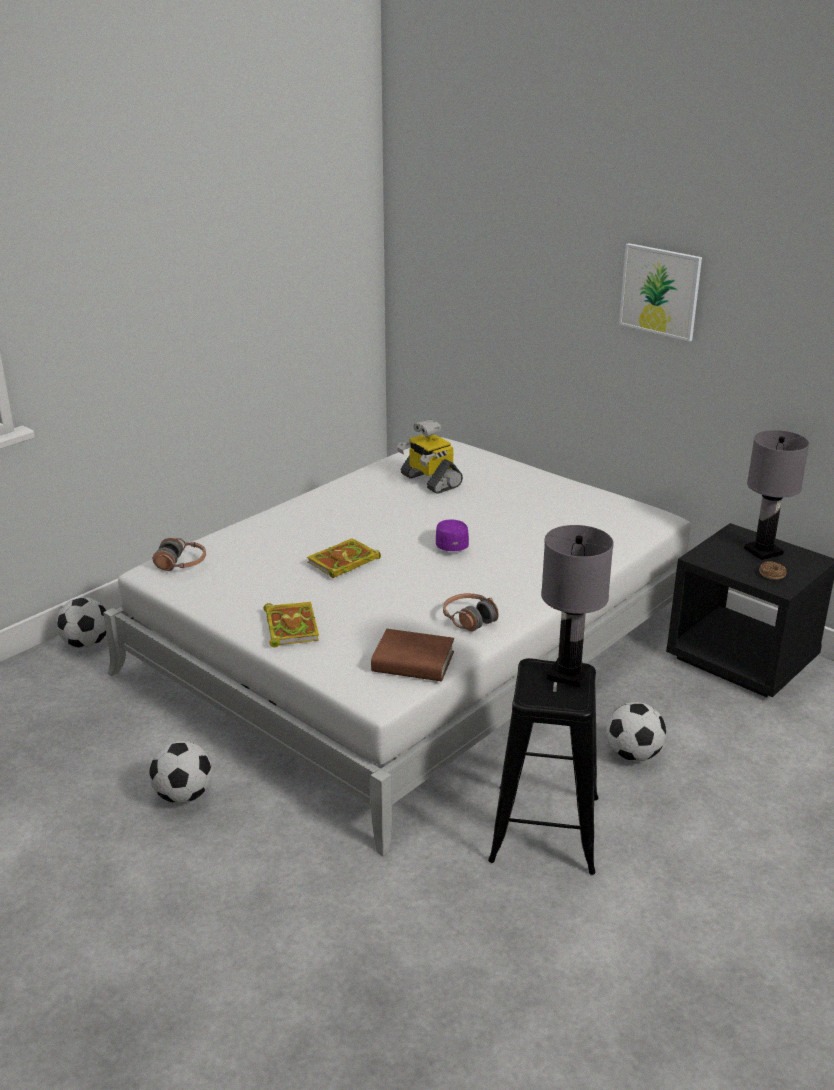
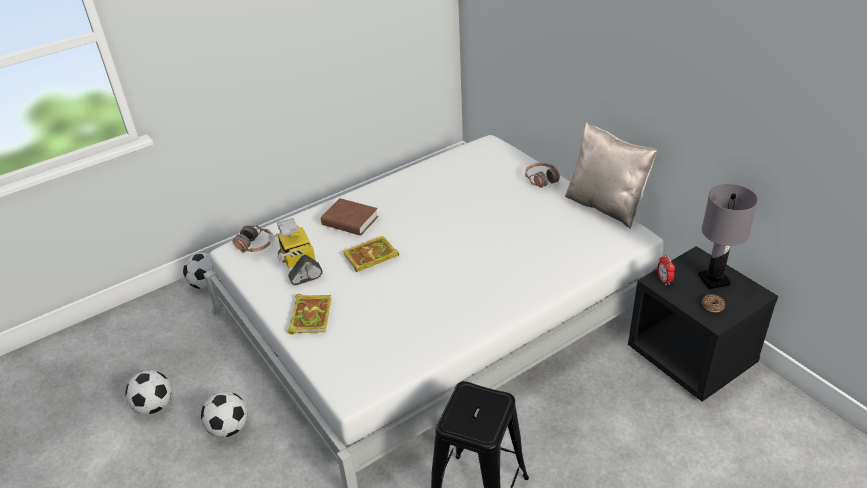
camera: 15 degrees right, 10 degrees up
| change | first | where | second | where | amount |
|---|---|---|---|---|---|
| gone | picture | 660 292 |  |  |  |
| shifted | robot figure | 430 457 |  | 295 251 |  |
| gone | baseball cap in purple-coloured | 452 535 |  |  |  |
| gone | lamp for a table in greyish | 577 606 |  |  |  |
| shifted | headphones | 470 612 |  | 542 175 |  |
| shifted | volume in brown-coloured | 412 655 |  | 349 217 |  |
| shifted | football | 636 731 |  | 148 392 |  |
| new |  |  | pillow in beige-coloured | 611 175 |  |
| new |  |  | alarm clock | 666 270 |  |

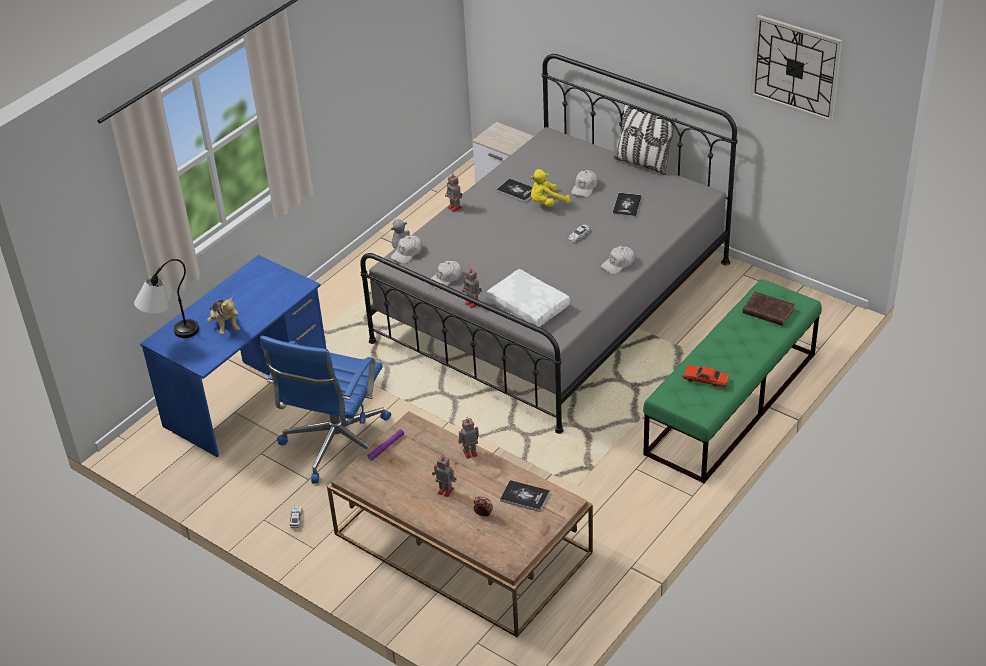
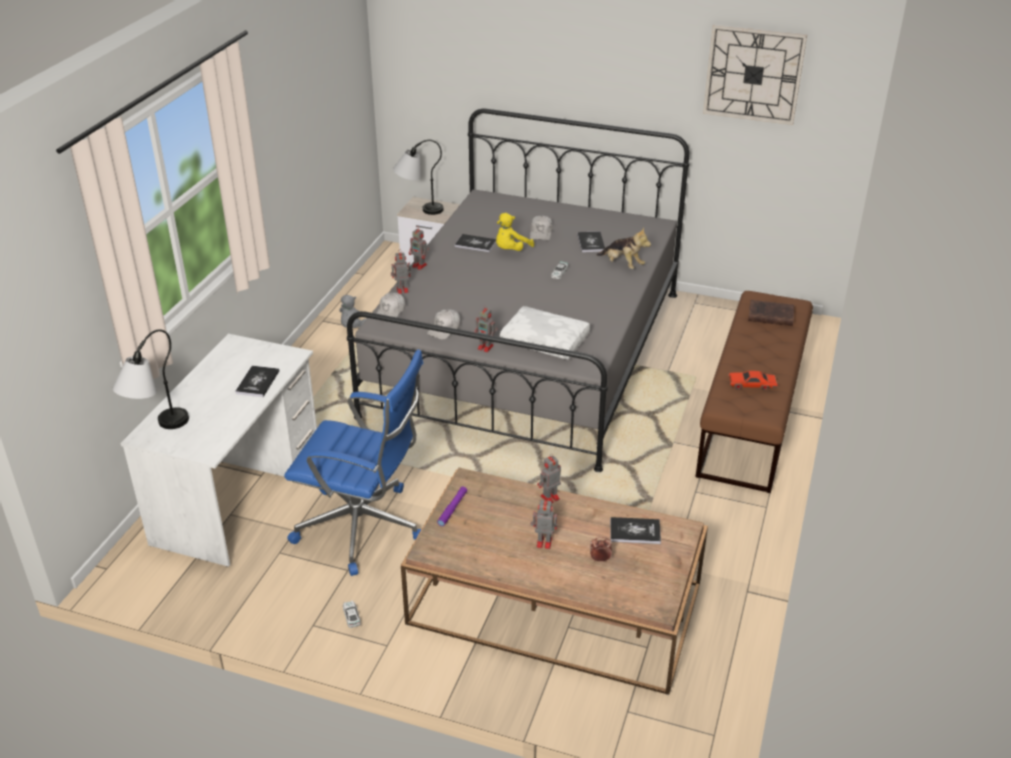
camera: 20 degrees left, 5 degrees down
| change | first | where | second | where | amount |
|---|---|---|---|---|---|
| gone | pillow | 645 138 |  |  |  |
| gone | baseball cap in white-coloured | 618 260 |  |  |  |
| repainted | desk table in bluish | 233 356 | desk table in white-coloured | 218 450 |  |
| repainted | bench in greenish | 732 381 | bench in brown-coloured | 754 392 |  |
| shifted | plush toy | 223 315 |  | 624 248 |  |
| rotated | desk chair in bluish | 325 409 |  | 353 463 | 75 degrees counterclockwise |
| new |  |  | lamp for a table | 418 177 |  |
| new |  |  | robot figure | 401 271 |  |
| new |  |  | volume | 257 381 |  |

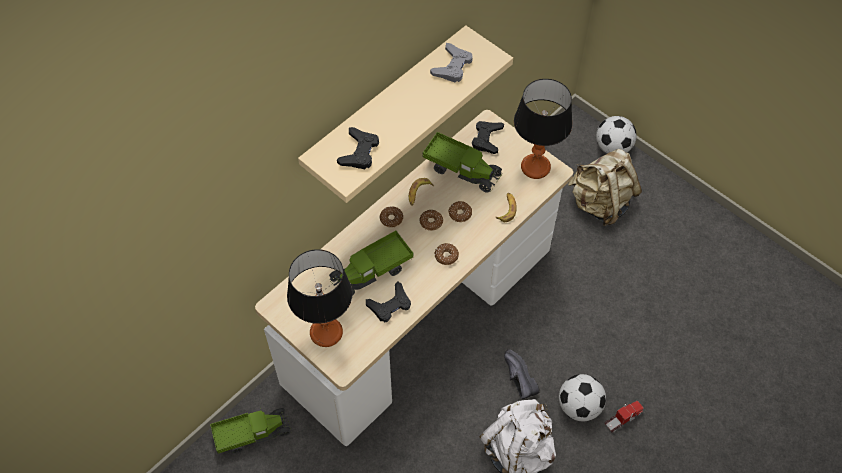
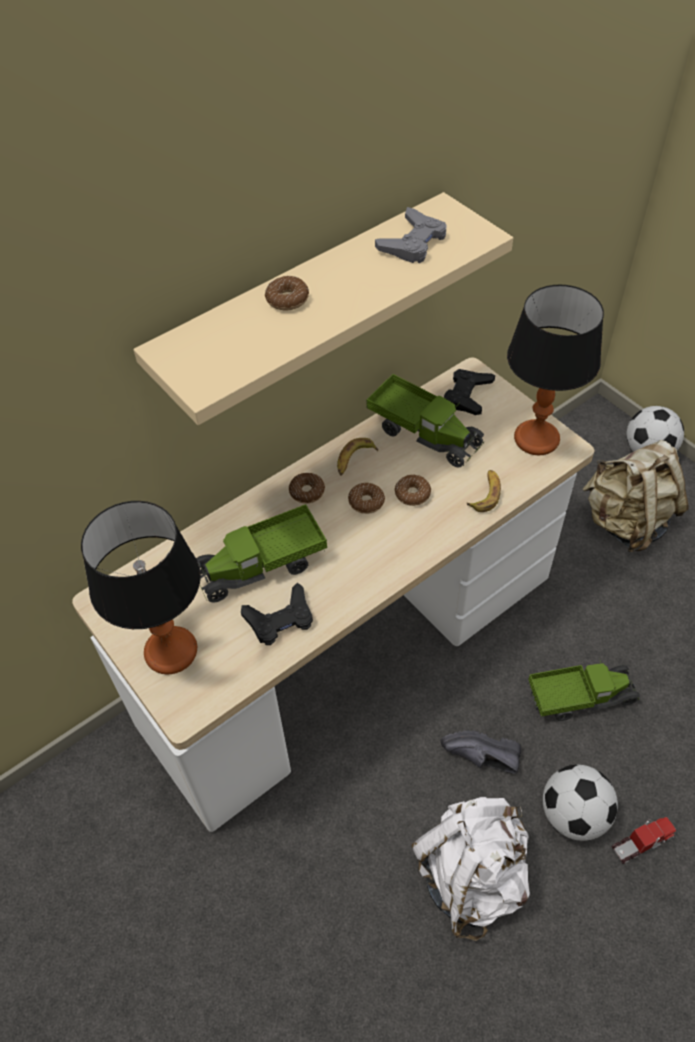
camera: 10 degrees right, 5 degrees down
| change | first | where | second | where | amount |
|---|---|---|---|---|---|
| gone | game controller in black | 358 148 |  |  |  |
| shifted | donut | 447 254 |  | 287 293 |  |
| rotated | shoe in black | 522 374 |  | 481 752 | 60 degrees counterclockwise |
| shifted | toy truck | 250 431 |  | 584 689 |  |

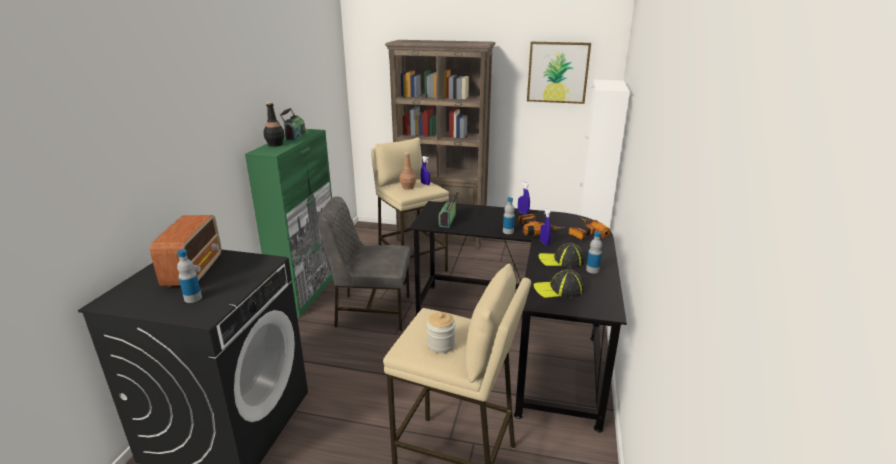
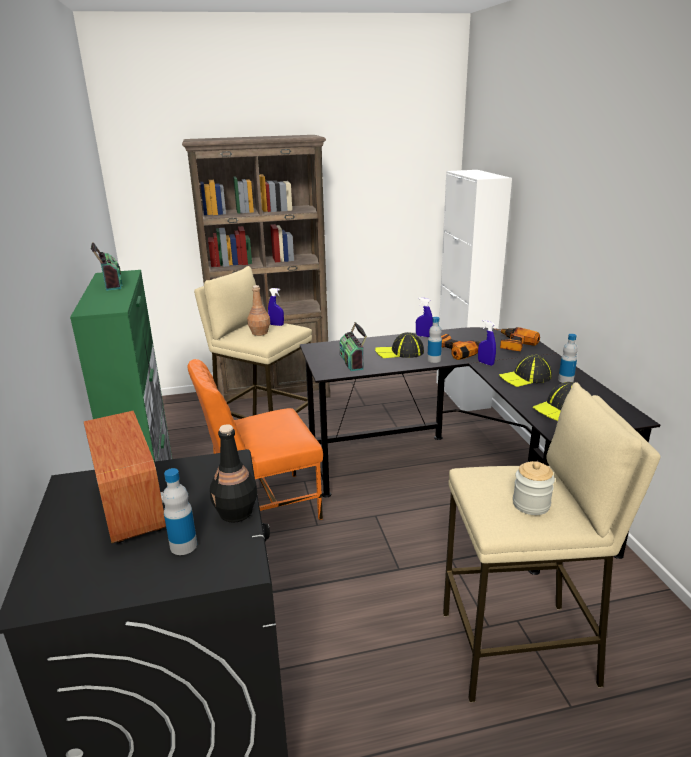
camera: 25 degrees left, 0 degrees up
| change | first | where | second | where | amount |
|---|---|---|---|---|---|
| gone | picture | 559 73 |  |  |  |
| shifted | bottle in black | 274 124 |  | 233 473 |  |
| repainted | chair in greyish | 364 263 | chair in orangey | 255 439 |  |
| new |  |  | baseball cap | 399 345 |  |

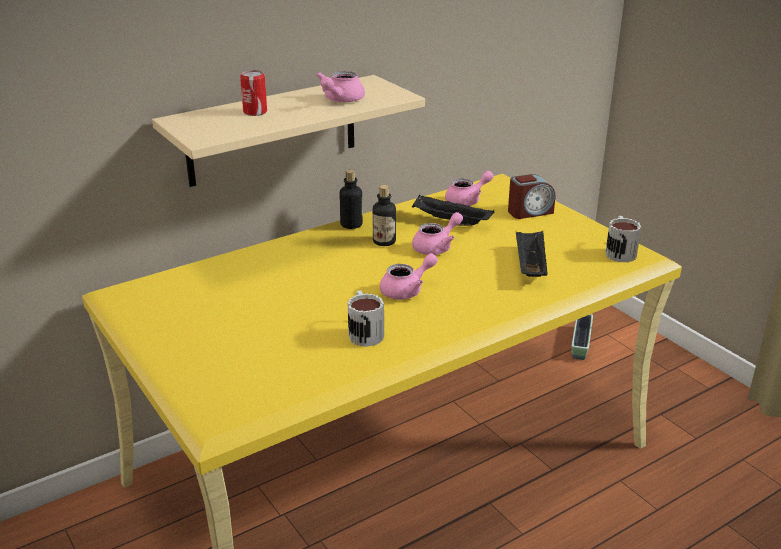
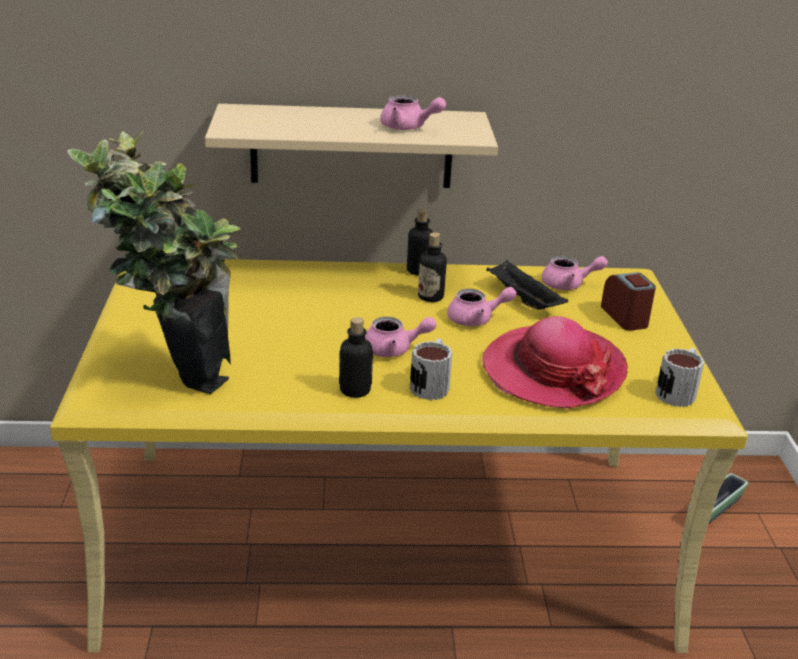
camera: 30 degrees right, 0 degrees up
| change | first | where | second | where | amount |
|---|---|---|---|---|---|
| gone | sealed can | 253 93 |  |  |  |
| rotated | pot for tea in pinkish | 340 86 |  | 413 112 | 120 degrees counterclockwise |
| rotated | alarm clock | 531 196 |  | 628 301 | 120 degrees counterclockwise |
| swapped | tray in black | 532 254 | hat | 555 362 |  |
| shifted | tea mug | 366 319 |  | 431 369 |  |
| new |  |  | potted plant | 154 262 |  |
| new |  |  | bottle | 356 357 |  |

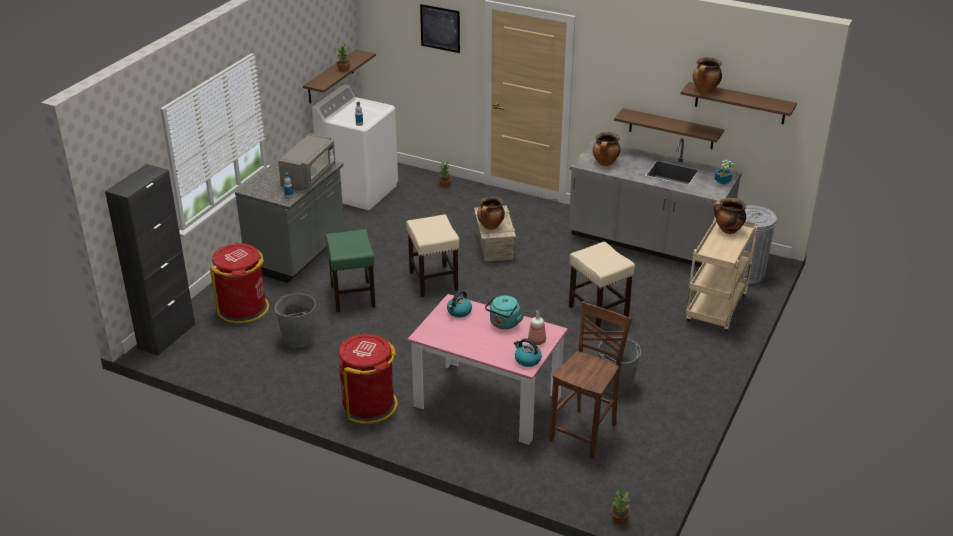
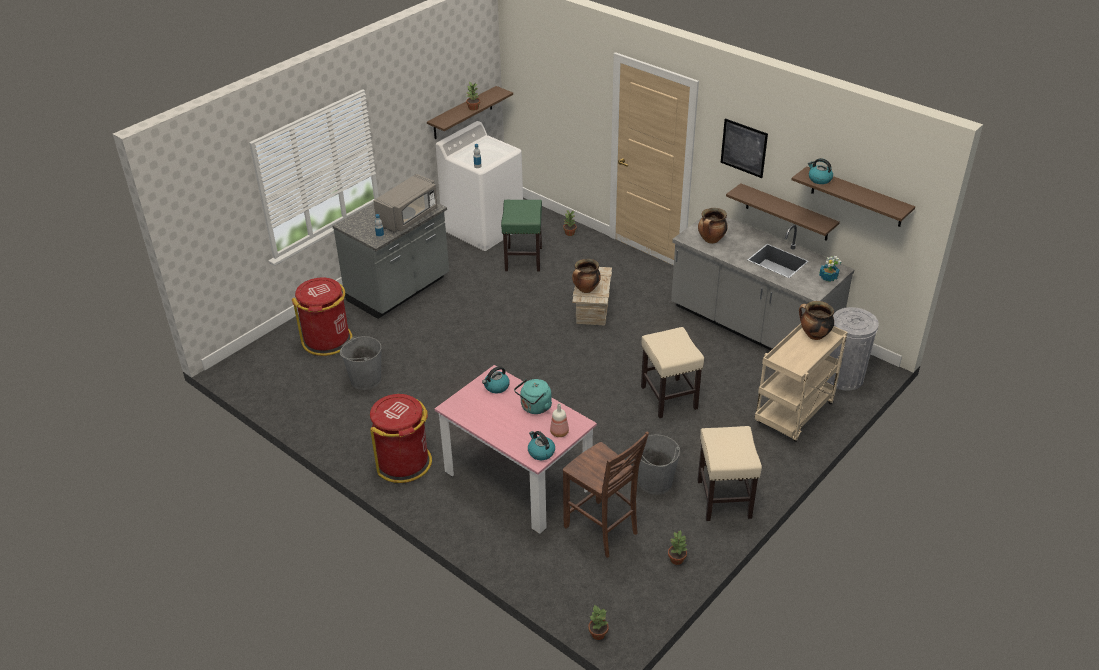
camera: 15 degrees right, 5 degrees up
| change | first | where | second | where | amount |
|---|---|---|---|---|---|
| shifted | picture | 440 28 |  | 744 148 |  |
| swapped | cooking pot | 707 75 | tea kettle | 820 171 |  |
| gone | cupboard in black | 150 260 |  |  |  |
| shifted | stool seat in beige-coloured | 432 256 |  | 729 473 |  |
| shifted | stool seat in greenish | 350 270 |  | 521 235 |  |
| rotated | chair in brown-coloured | 590 379 |  | 606 494 | 90 degrees clockwise |
| new |  |  | potted plant | 677 547 |  |

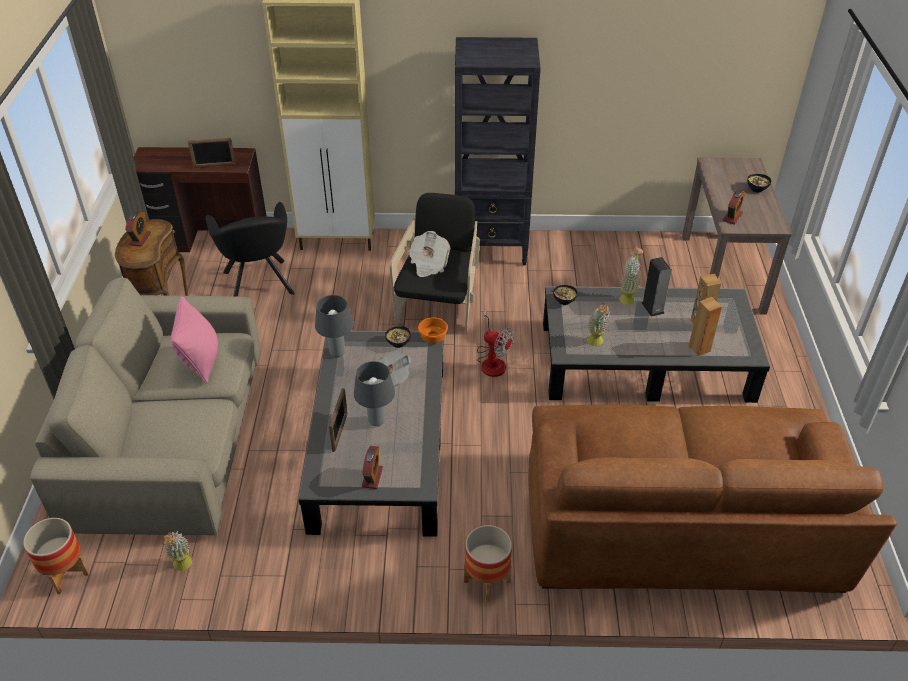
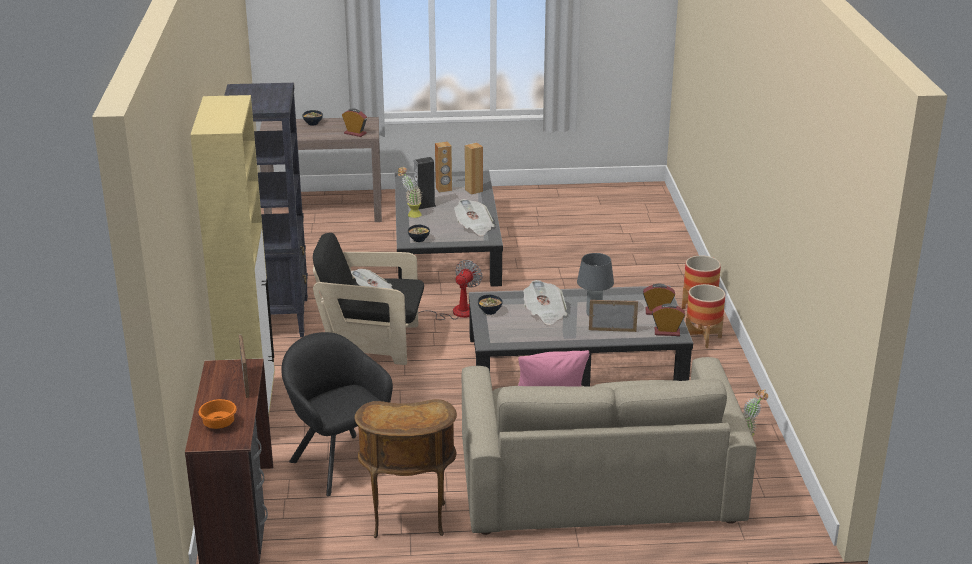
camera: 95 degrees left, 15 degrees down
| change | first | where | second | where | amount |
|---|---|---|---|---|---|
| rotated | armchair in black | 250 249 |  | 337 414 | 105 degrees counterclockwise |
| shifted | alarm clock | 138 229 |  | 668 319 |  |
| gone | lamp for a table in greyish | 334 326 |  |  |  |
| swapped | potted plant | 598 324 | printed paper | 474 217 |  |
| shifted | serving bowl in orangey | 433 330 |  | 218 414 |  |
| gone | sofa in brown-coloured | 712 498 |  |  |  |
| shifted | plant pot | 56 556 |  | 705 316 |  |

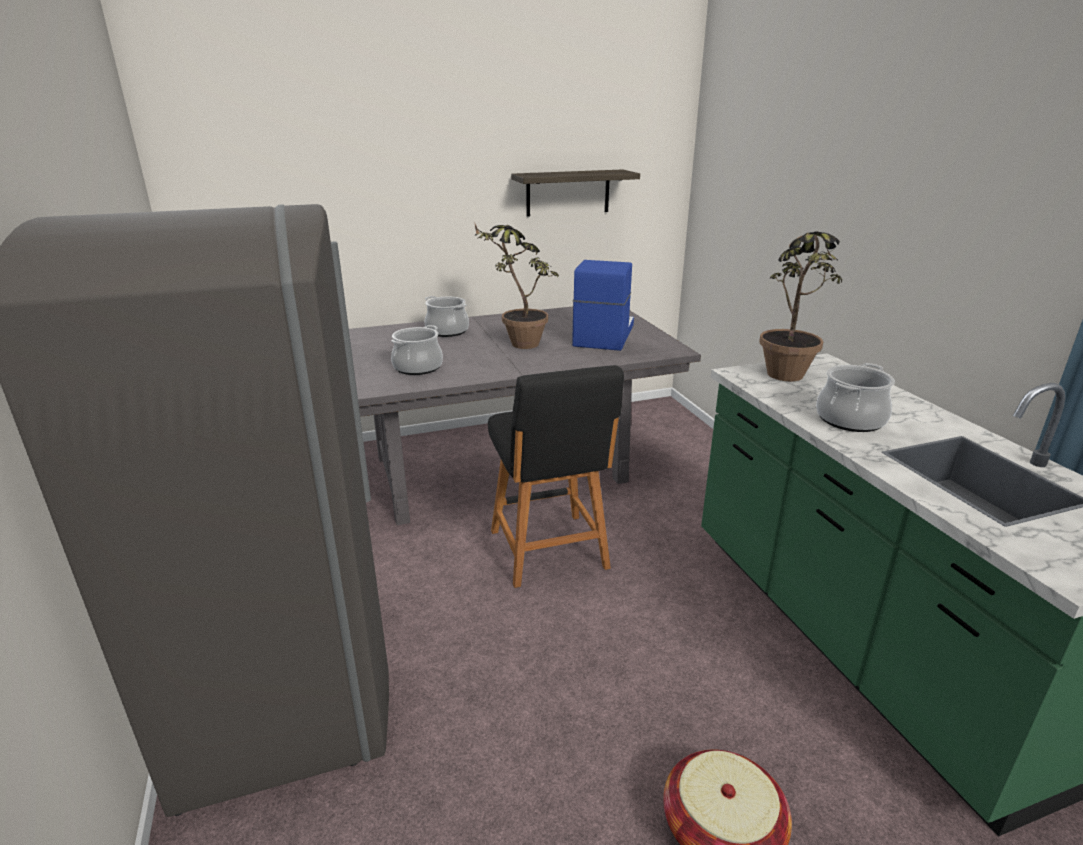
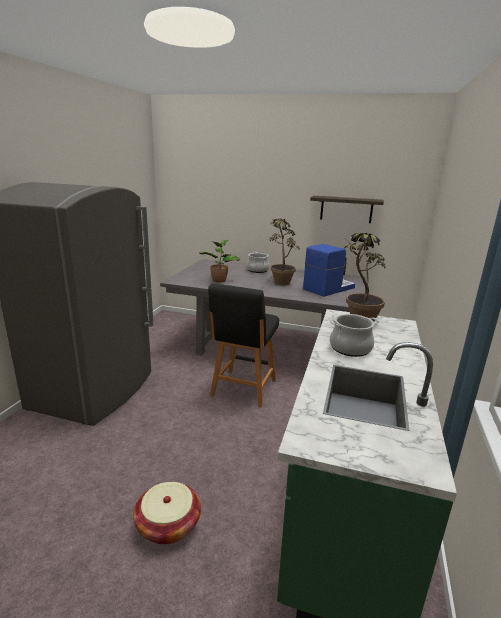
camera: 35 degrees right, 5 degrees down
| change | first | where | second | where | amount |
|---|---|---|---|---|---|
| swapped | cooking pot | 417 350 | potted plant | 220 261 |  |

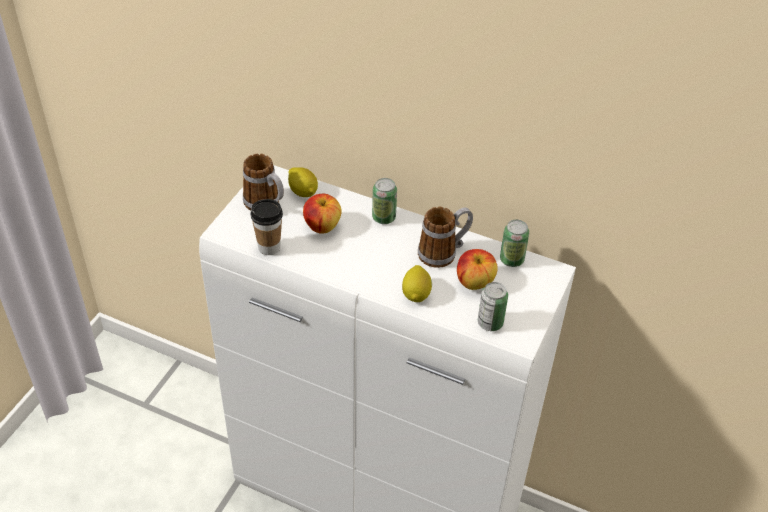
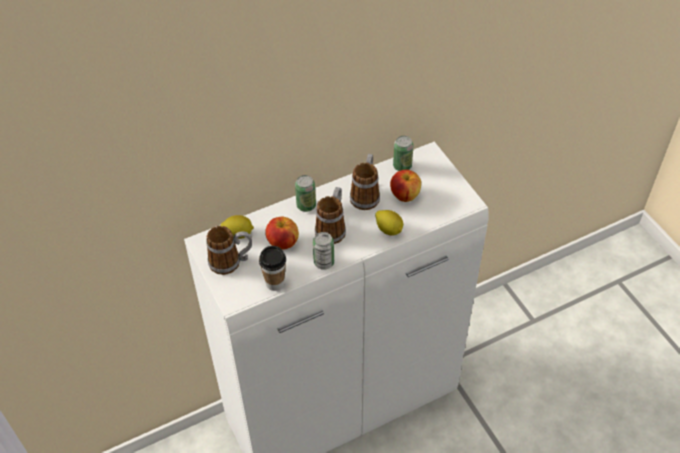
camera: 50 degrees left, 5 degrees up
| change | first | where | second | where | amount |
|---|---|---|---|---|---|
| shifted | sealed can | 493 306 |  | 323 251 |  |
| new |  |  | tea mug | 330 215 |  |

